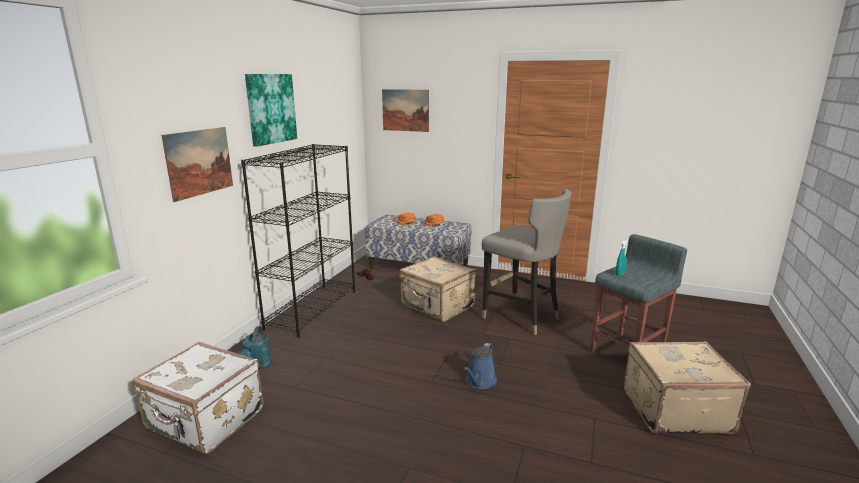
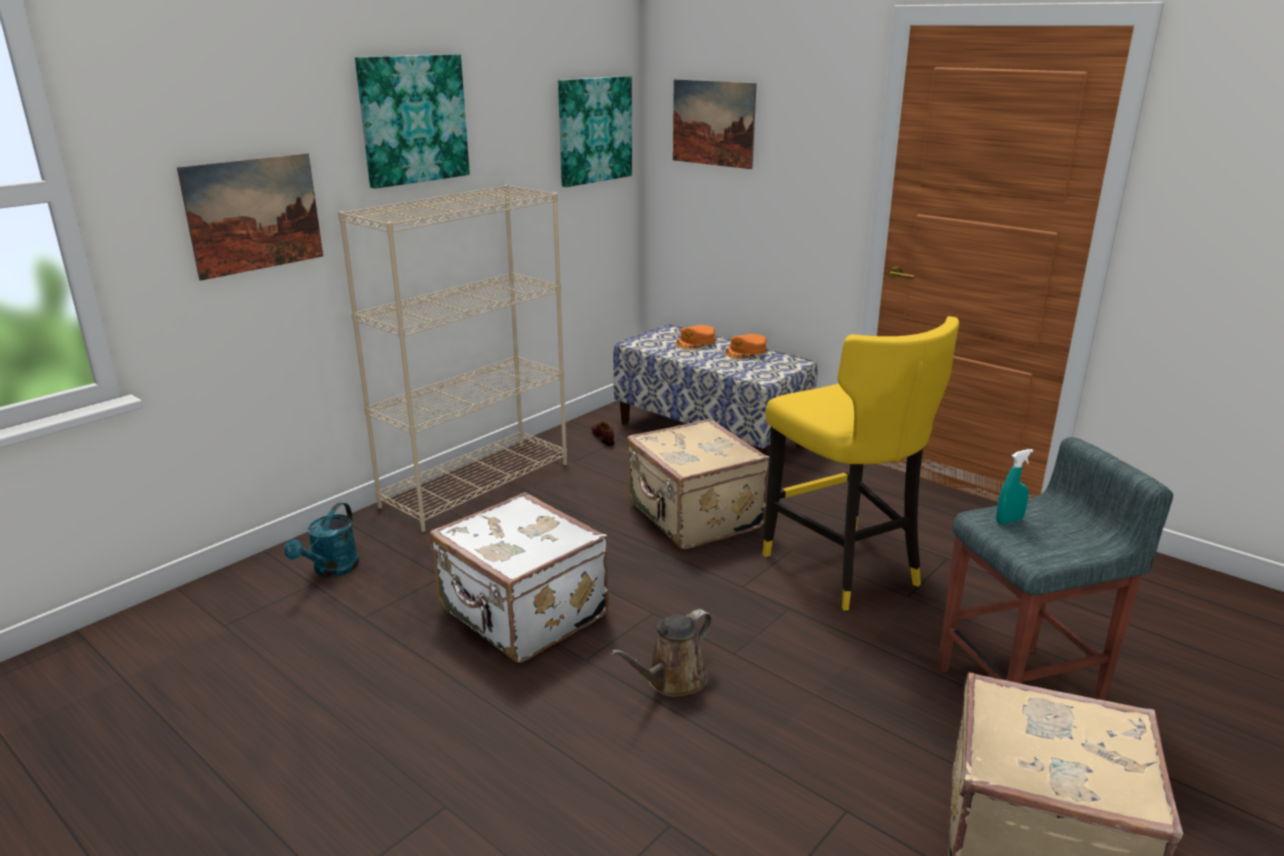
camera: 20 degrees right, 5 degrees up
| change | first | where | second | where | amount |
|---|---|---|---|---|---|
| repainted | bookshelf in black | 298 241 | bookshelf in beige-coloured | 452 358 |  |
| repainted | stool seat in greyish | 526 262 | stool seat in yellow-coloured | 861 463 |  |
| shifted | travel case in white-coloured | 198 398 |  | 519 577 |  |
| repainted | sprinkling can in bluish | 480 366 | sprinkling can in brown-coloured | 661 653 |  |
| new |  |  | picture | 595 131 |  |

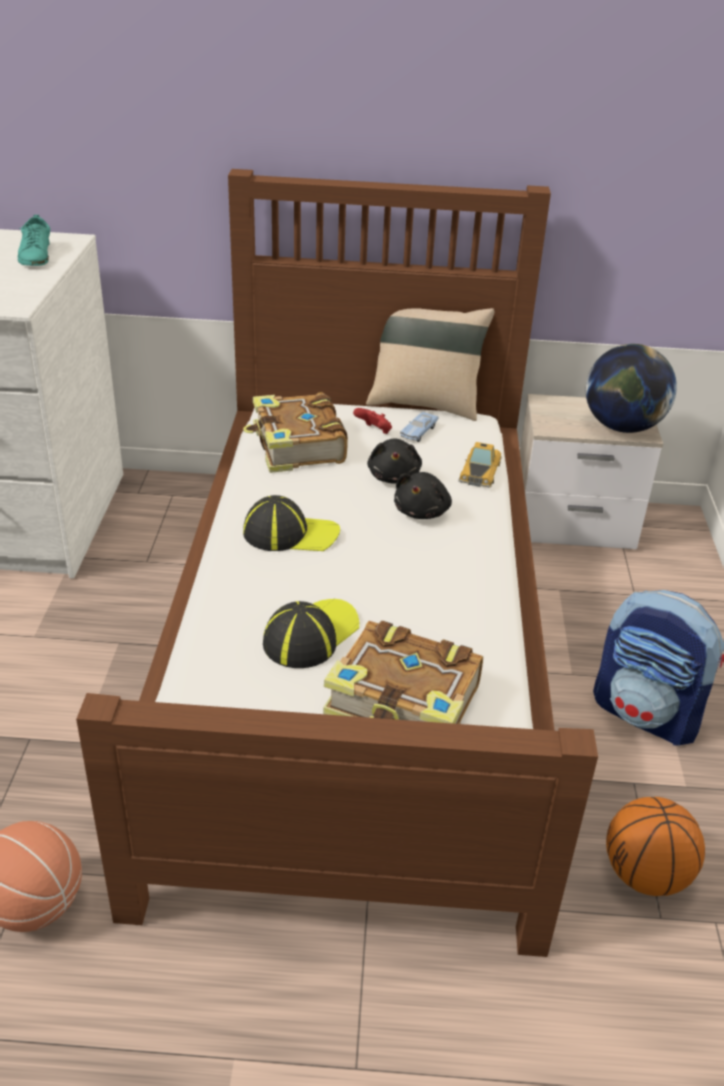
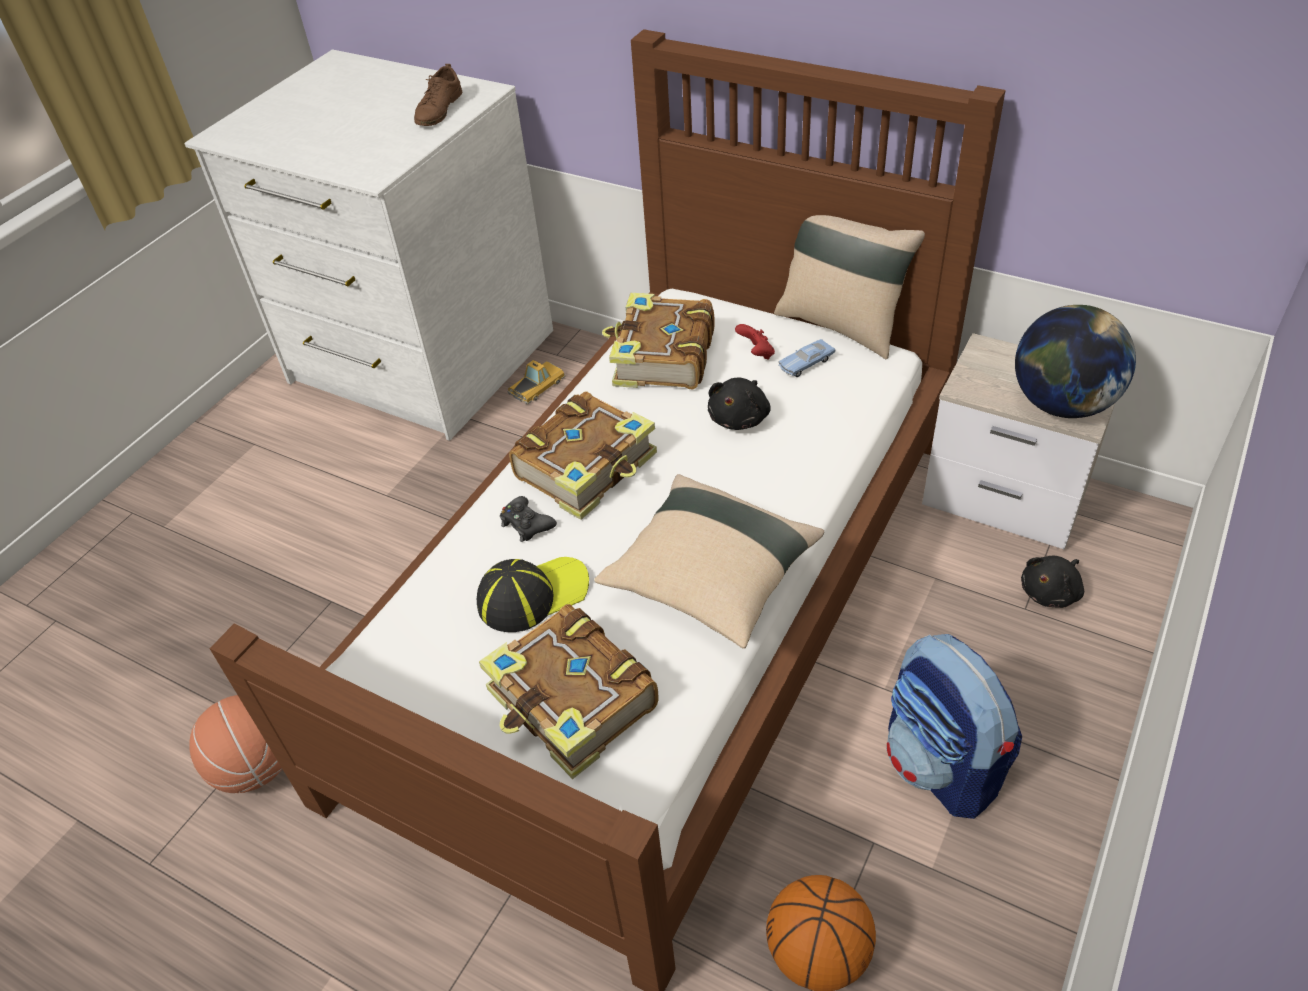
camera: 30 degrees right, 10 degrees up
| change | first | where | second | where | amount |
|---|---|---|---|---|---|
| repainted | shoe in blue-green | 34 240 | shoe in brown-coloured | 438 95 |  |
| shifted | toy car | 480 465 |  | 537 382 |  |
| shifted | plush toy in black | 423 495 |  | 1052 582 |  |
| swapped | baseball cap | 291 523 | volume | 583 455 |  |
| new |  |  | pillow in beige-coloured | 709 561 |  |
| new |  |  | game controller in black | 528 519 |  |

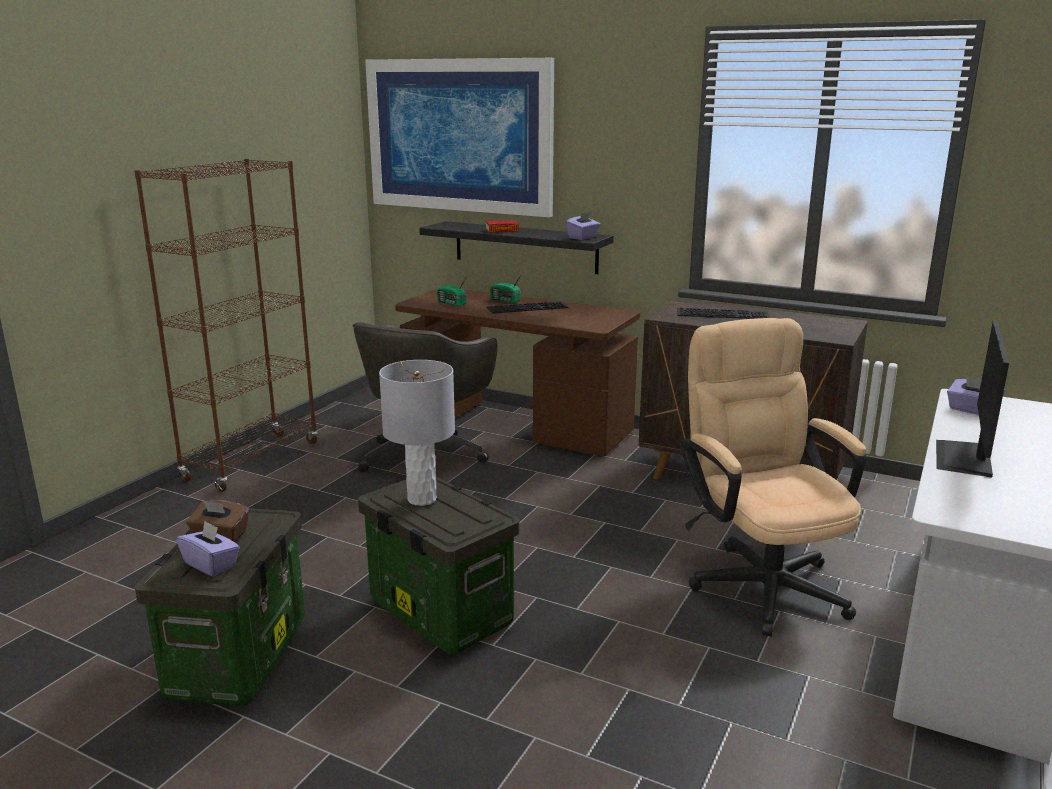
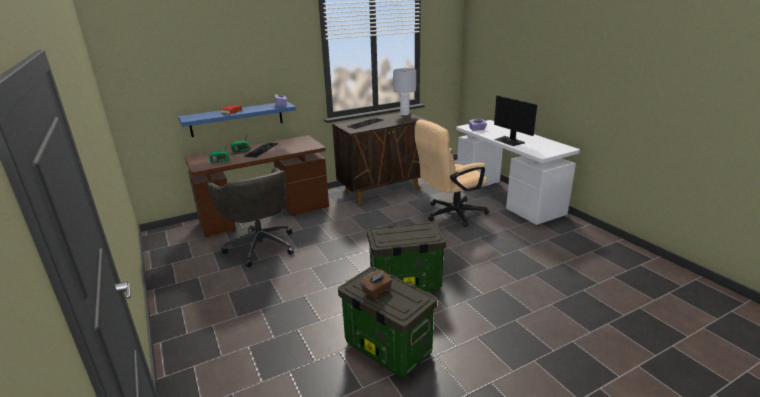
camera: 55 degrees left, 5 degrees up
| change | first | where | second | where | amount |
|---|---|---|---|---|---|
| gone | picture | 459 137 |  |  |  |
| gone | bookshelf in brown-coloured | 226 325 |  |  |  |
| repainted | bracket shelf in black | 516 247 | bracket shelf in bluish | 237 119 |  |
| rotated | desk chair in beige-coloured | 773 477 |  | 452 173 | 45 degrees counterclockwise |
| shifted | lamp for a table in greyish | 417 433 |  | 404 91 |  |
| gone | box of tissues in purple-coloured | 208 549 |  |  |  |

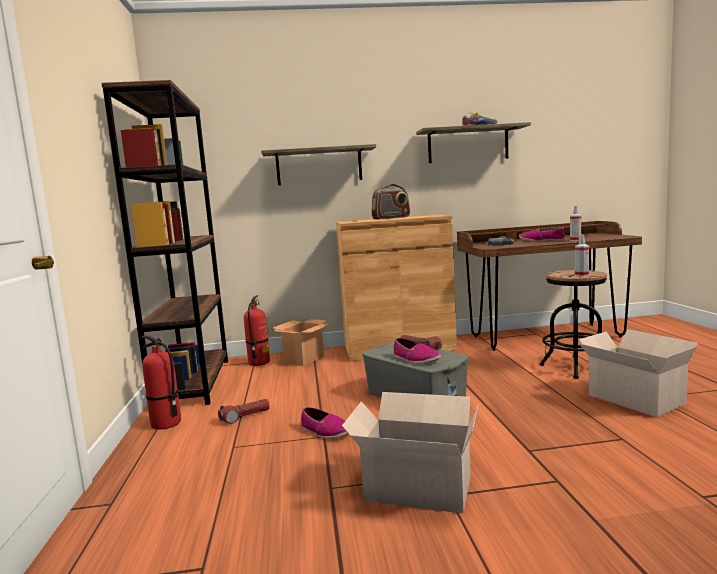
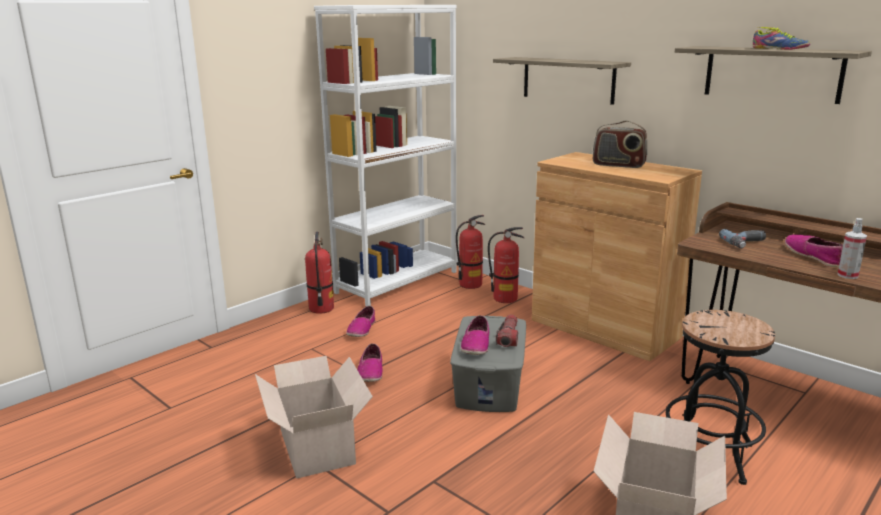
camera: 50 degrees right, 10 degrees up
| change | first | where | second | where | amount |
|---|---|---|---|---|---|
| repainted | bookshelf in brown-coloured | 164 242 | bookshelf in white-coloured | 385 155 |  |
| gone | sprayer | 582 255 |  |  |  |
| swapped | carton | 302 342 | extinguisher | 506 265 |  |
| swapped | hand torch | 244 411 | shoe | 360 321 |  |

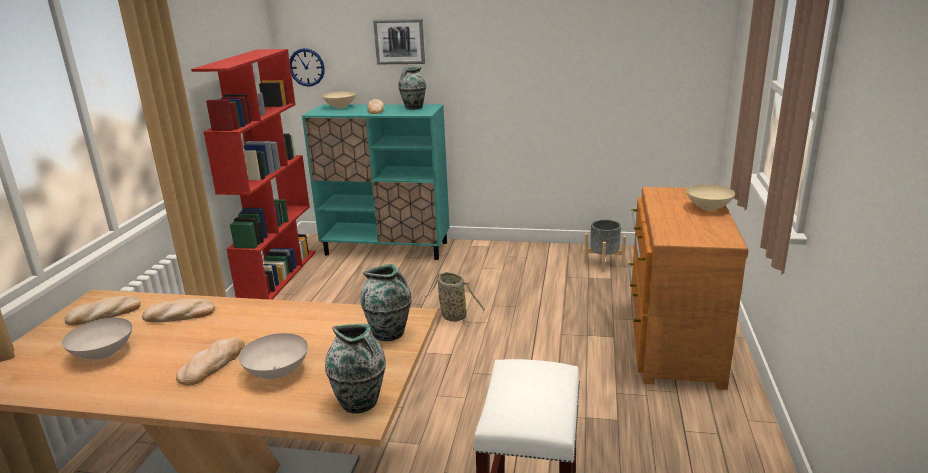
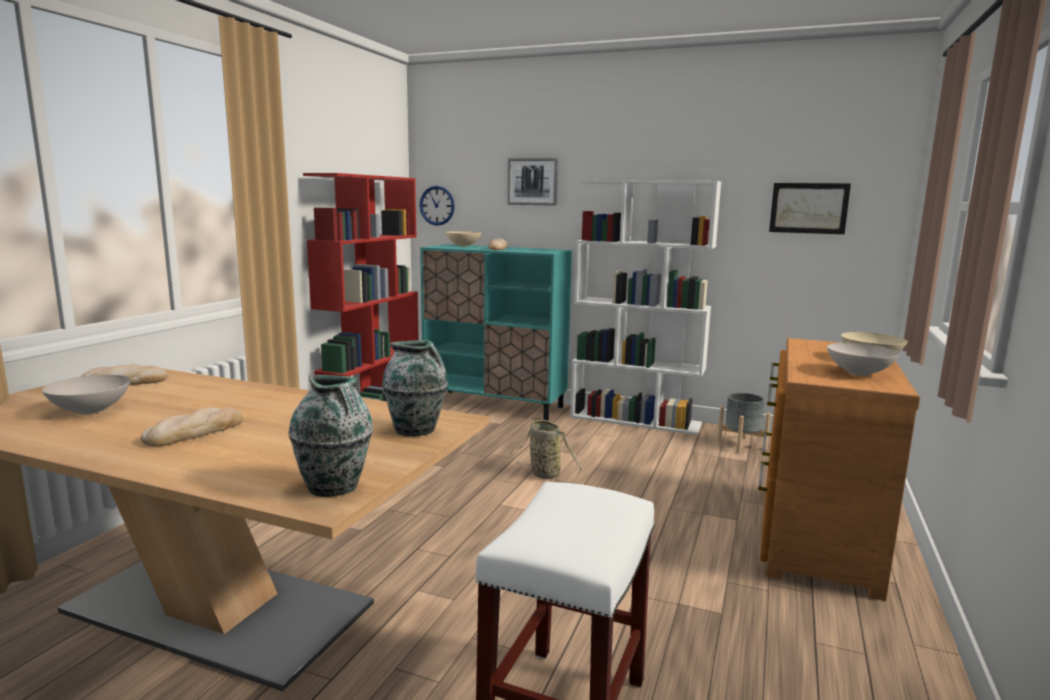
camera: 10 degrees right, 10 degrees down
| change | first | where | second | where | amount |
|---|---|---|---|---|---|
| gone | decorative vase | 412 88 |  |  |  |
| gone | bread | 178 311 |  |  |  |
| shifted | serving bowl in white-coloured | 273 356 |  | 863 359 |  |
| new |  |  | bookshelf in white-coloured | 645 307 |  |
| new |  |  | picture | 810 208 |  |

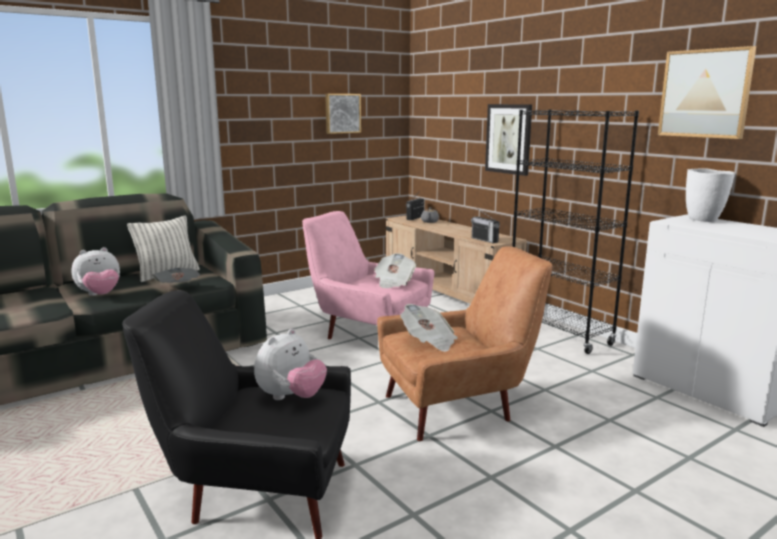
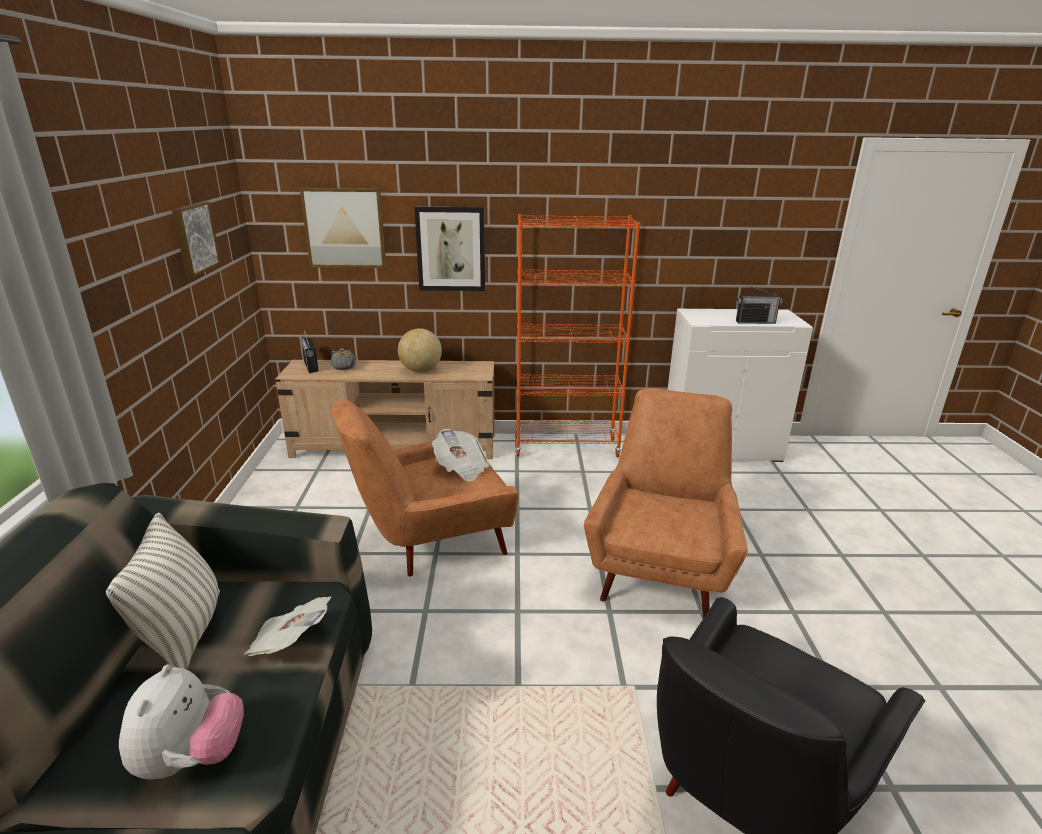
camera: 55 degrees left, 10 degrees up
| change | first | where | second | where | amount |
|---|---|---|---|---|---|
| shifted | picture | 707 92 |  | 343 228 |  |
| repainted | bookshelf in black | 575 231 | bookshelf in orangey | 577 335 |  |
| gone | decorative vase in white-coloured | 710 195 |  |  |  |
| shifted | radio | 485 225 |  | 759 304 |  |
| repainted | armchair in pinkish | 368 275 | armchair in brown-coloured | 425 488 |  |
| gone | printed paper | 429 328 |  |  |  |
| gone | plush toy | 290 364 |  |  |  |
| new |  |  | world globe | 420 350 |  |

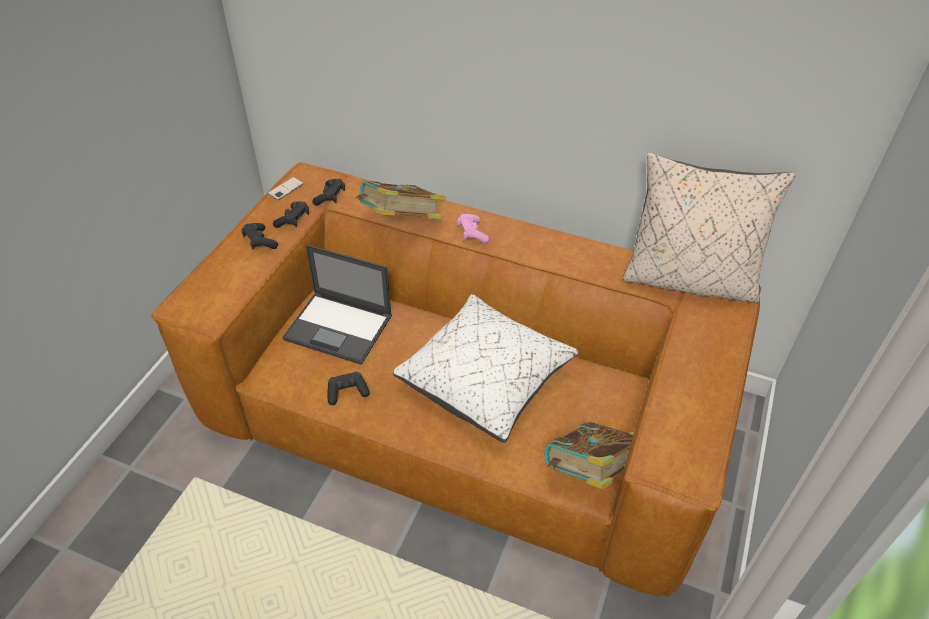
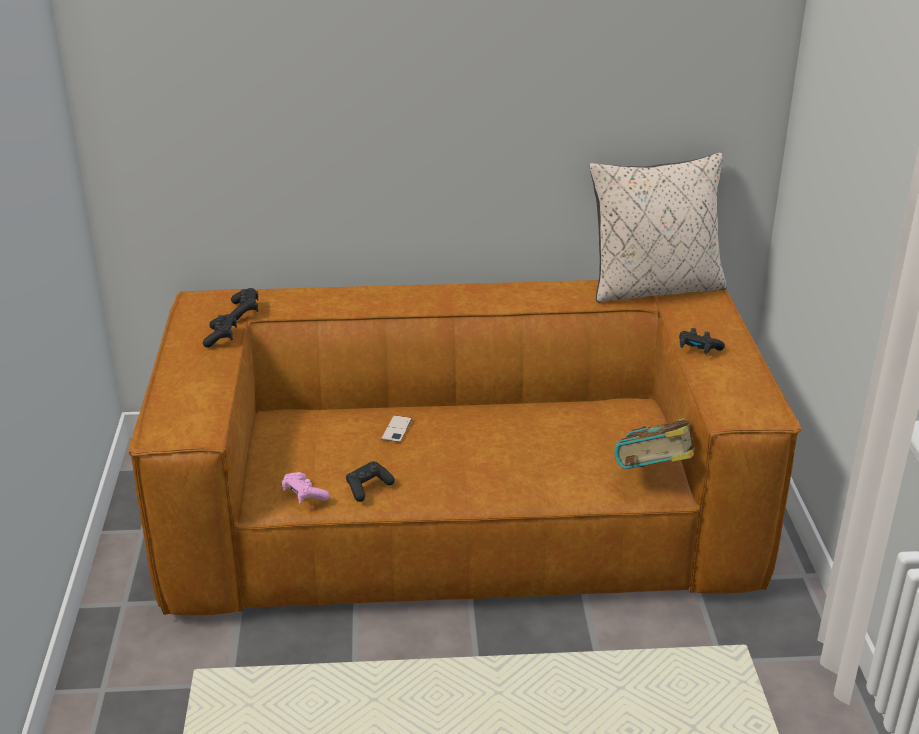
camera: 25 degrees left, 15 degrees down
| change | first | where | second | where | amount |
|---|---|---|---|---|---|
| shifted | telephone | 286 188 |  | 397 429 |  |
| gone | volume | 400 200 |  |  |  |
| shifted | game controller in pinkish | 473 228 |  | 305 487 |  |
| shifted | game controller in black | 259 236 |  | 702 341 |  |
| gone | notebook computer | 337 305 |  |  |  |
| gone | pillow in white-coloured | 485 368 |  |  |  |

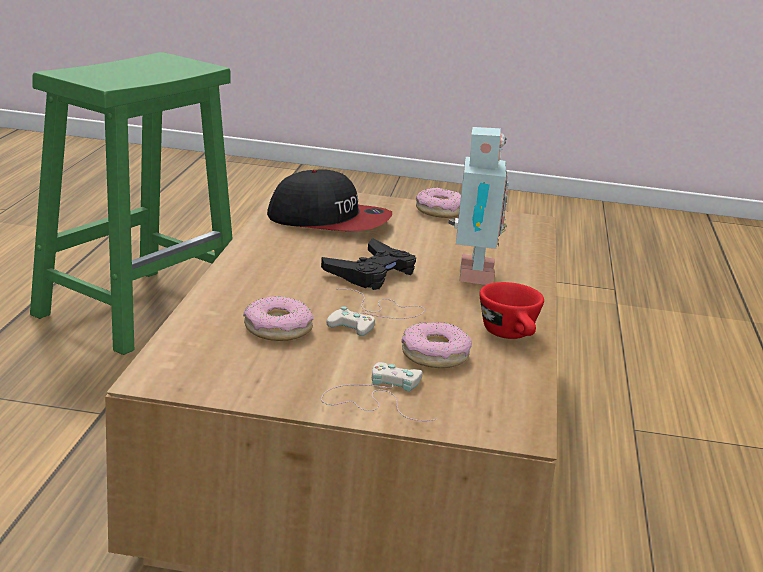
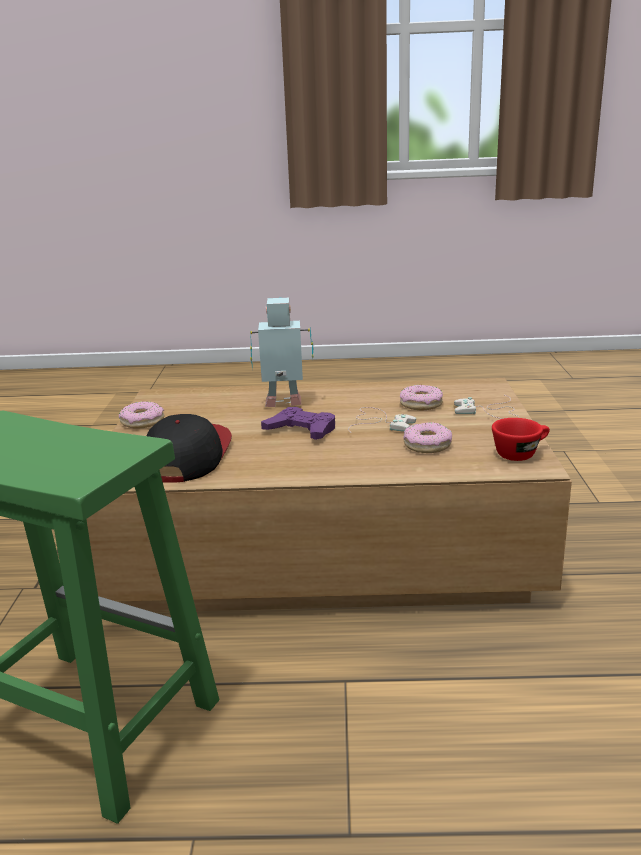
camera: 95 degrees left, 0 degrees up
| change | first | where | second | where | amount |
|---|---|---|---|---|---|
| repainted | game controller in black | 368 264 | game controller in purple-coloured | 298 423 |  |
| shifted | cup in red-coloured | 512 310 |  | 521 439 |  |

